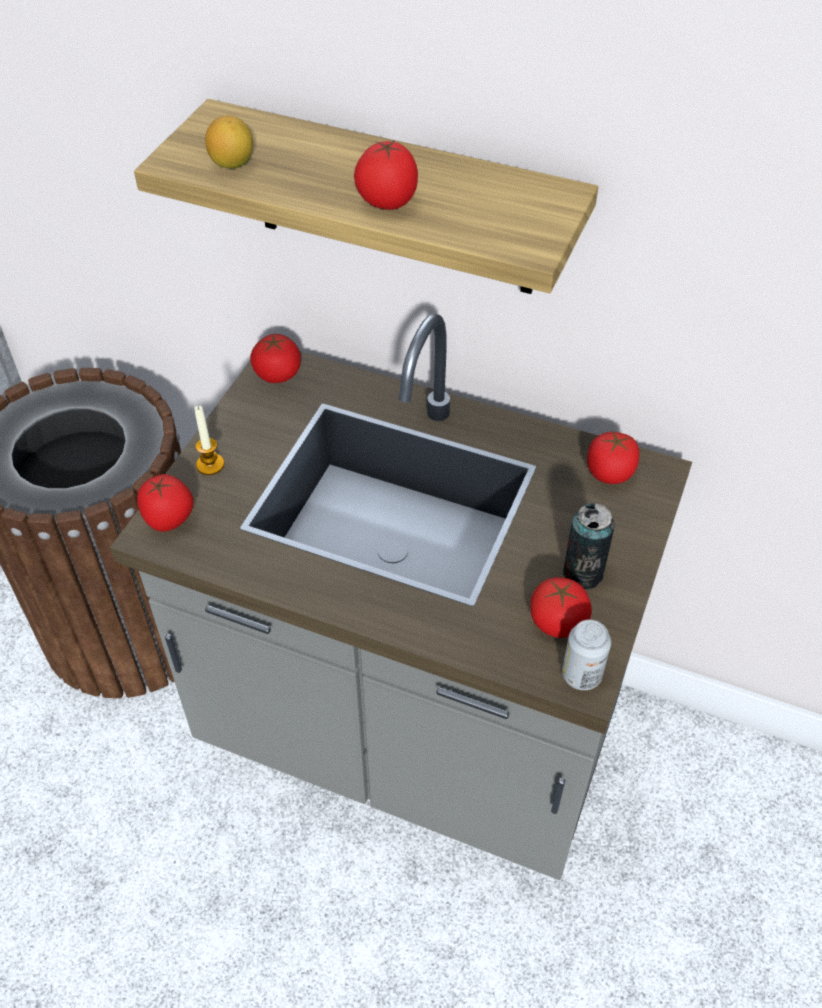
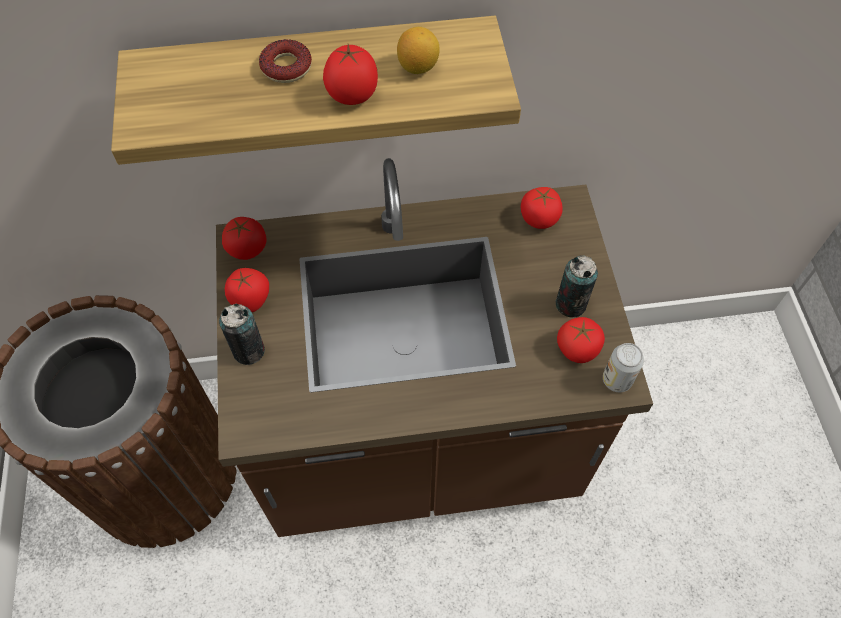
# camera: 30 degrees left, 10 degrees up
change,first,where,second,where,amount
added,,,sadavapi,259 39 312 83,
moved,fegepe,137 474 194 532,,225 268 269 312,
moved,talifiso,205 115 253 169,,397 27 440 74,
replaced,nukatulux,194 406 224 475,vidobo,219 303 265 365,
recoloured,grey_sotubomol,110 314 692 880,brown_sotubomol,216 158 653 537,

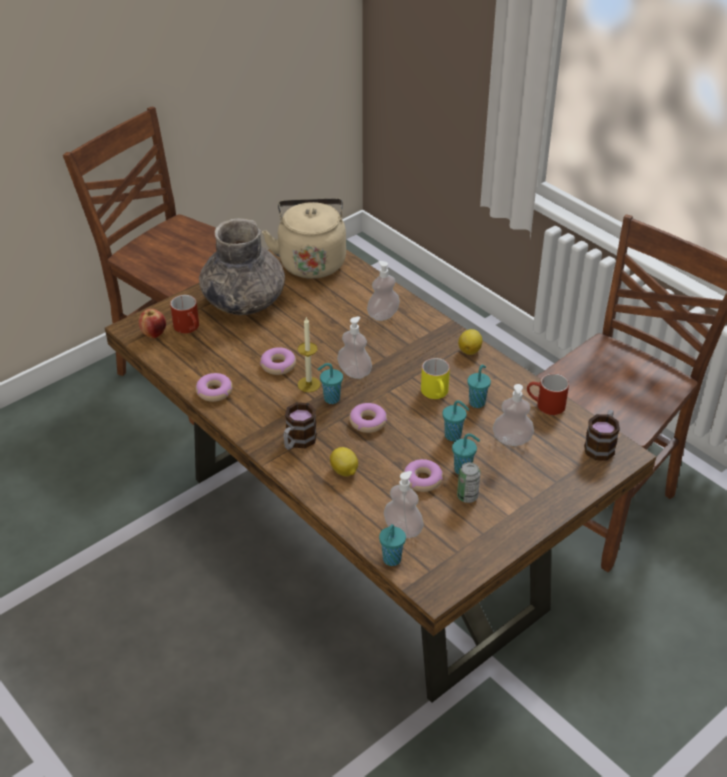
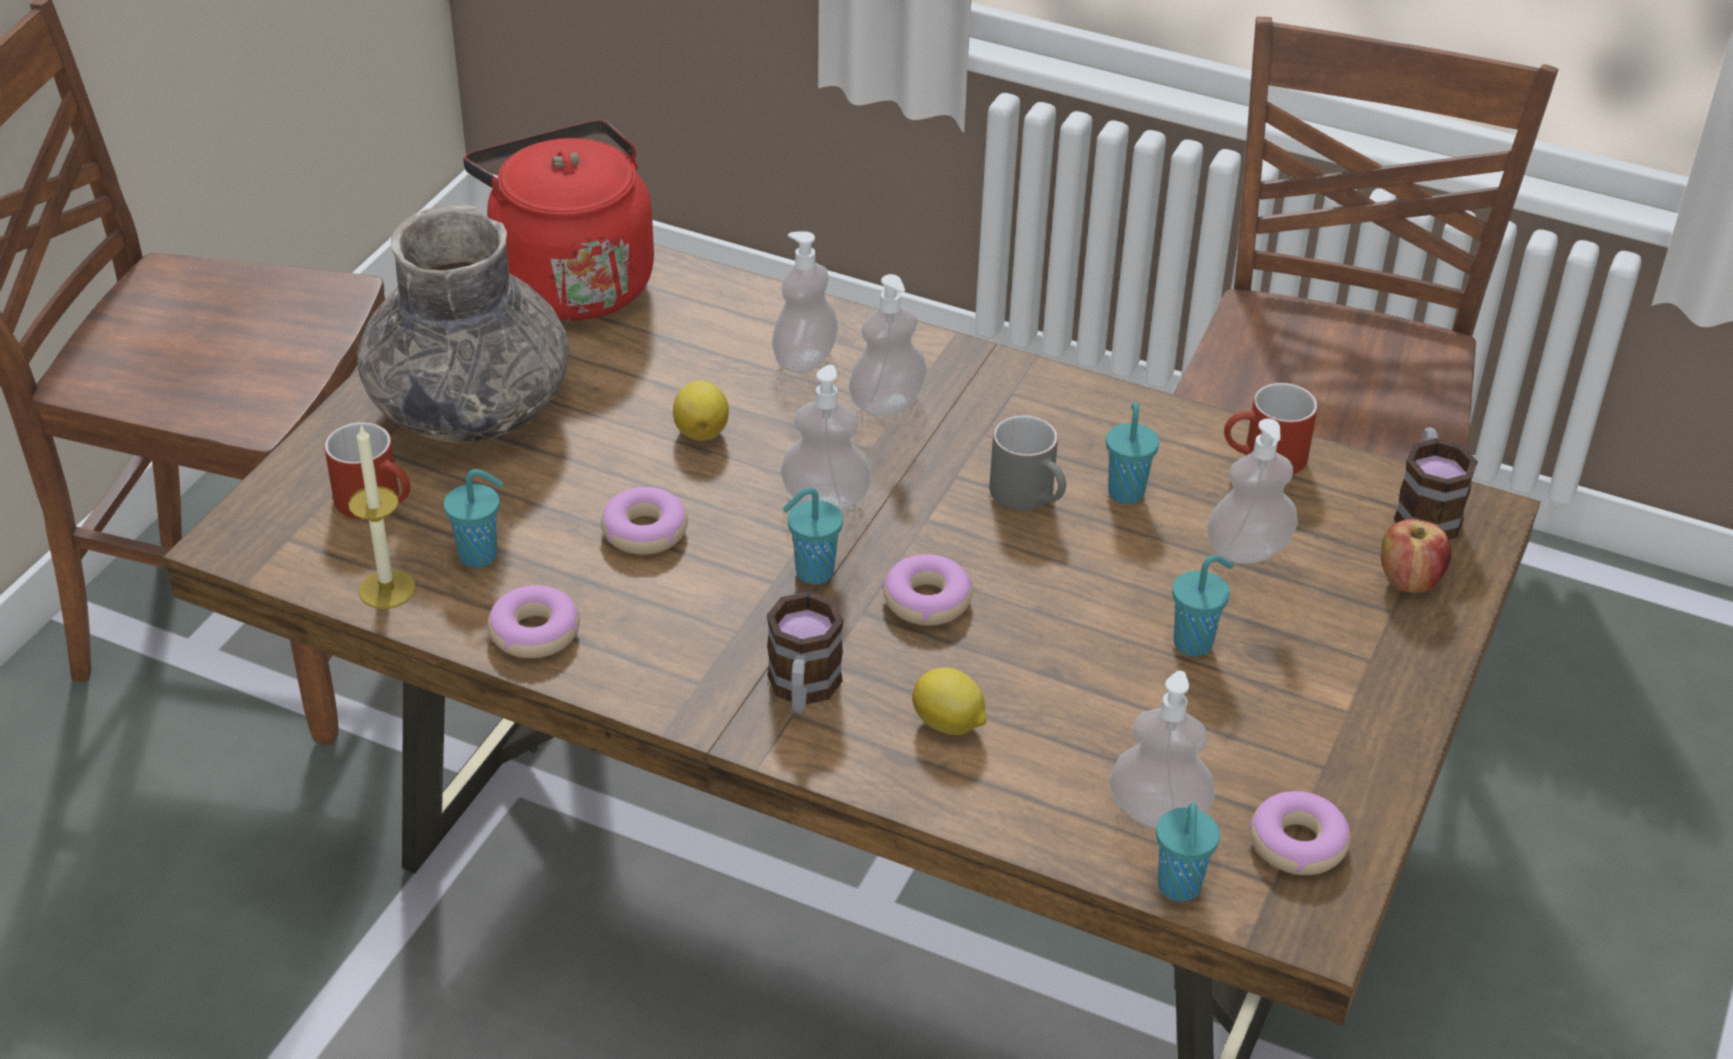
# camera: 25 degrees left, 0 degrees up
change,first,where,second,where,amount
removed,vidobo,457 462 480 503,,,
added,,,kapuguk,849 274 927 416,
moved,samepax,139 309 166 338,,1381 519 1451 592,
moved,nukatulux,298 318 321 392,,348 424 416 609,
moved,sadavapi,404 459 443 492,,1249 791 1351 875,
moved,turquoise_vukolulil,443 400 469 441,,444 469 504 568,
moved,talifiso,458 329 482 355,,673 381 729 441,
recoloured,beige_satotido,262 198 346 279,red_satotido,464 120 654 321,
recoloured,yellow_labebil,421 358 450 399,grey_labebil,989 415 1066 511,

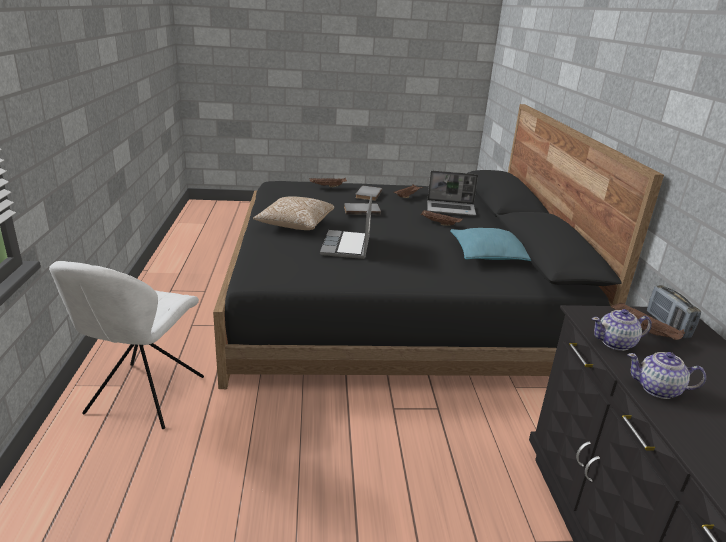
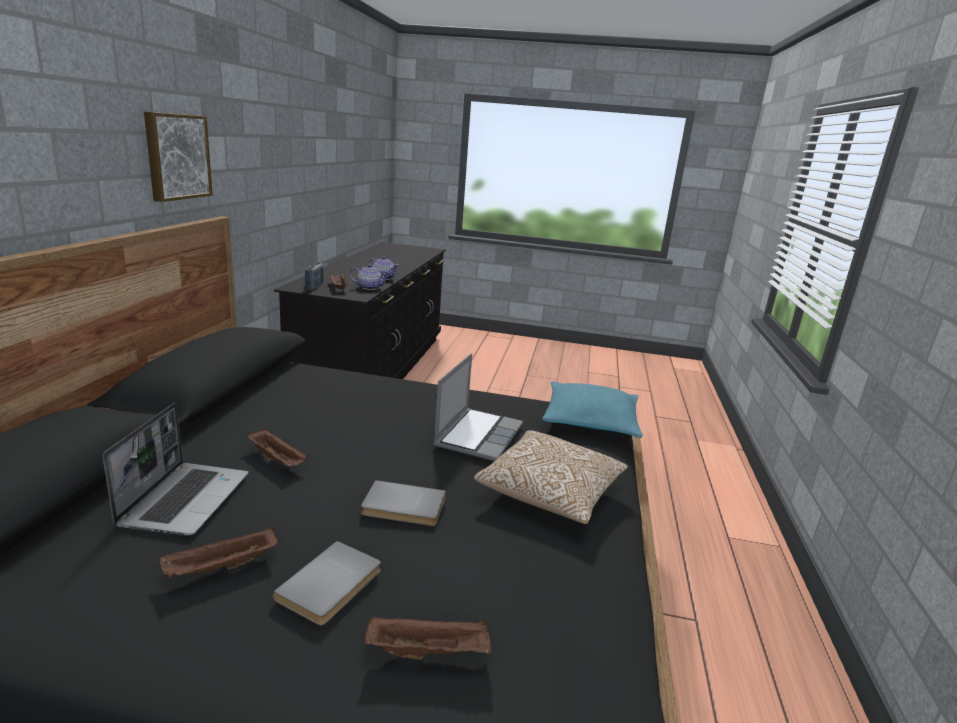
# camera: 165 degrees left, 5 degrees down
change,first,where,second,where,amount
removed,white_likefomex,49 261 204 429,,,
added,,,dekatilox,144 112 213 202,
moved,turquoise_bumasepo,450 228 531 261,,542 381 643 438,
turned,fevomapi,427 170 478 216,,103 403 248 535,75 degrees clockwise

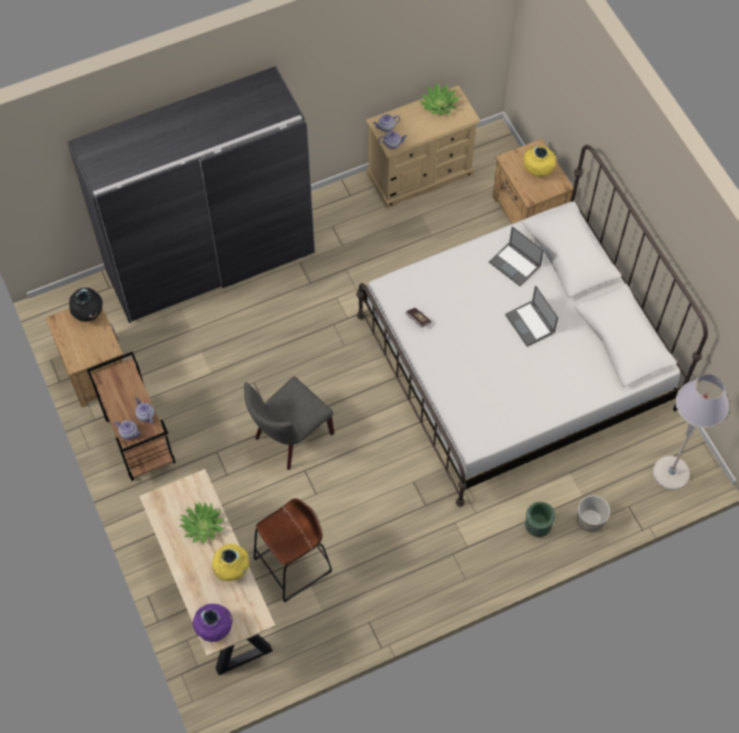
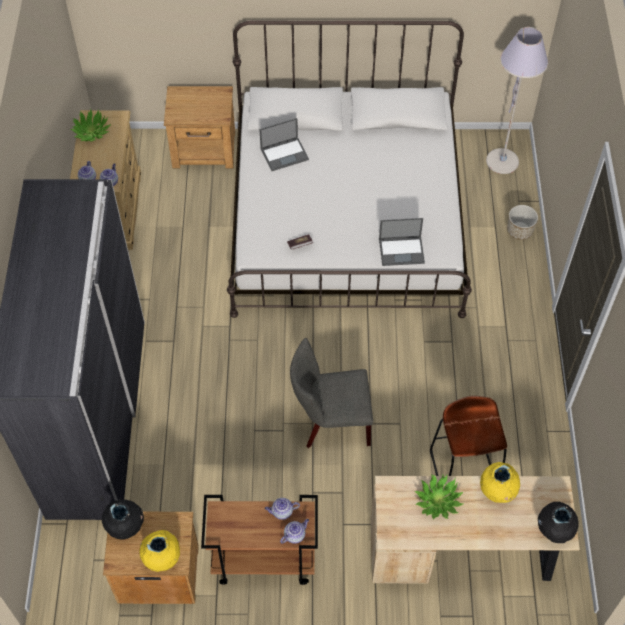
# camera: 65 degrees left, 5 degrees down
change,first,where,second,where,amount
removed,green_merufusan,525 502 556 537,,,
moved,fevomapi,505 285 558 347,,379 218 425 266,
moved,yellow_merufusan,523 145 557 177,,140 530 180 572,
recoloured,purple_merufusan,193 604 233 642,black_merufusan,538 502 579 543,
turned,grey_likefomex,244 376 334 470,,290 338 373 448,105 degrees clockwise

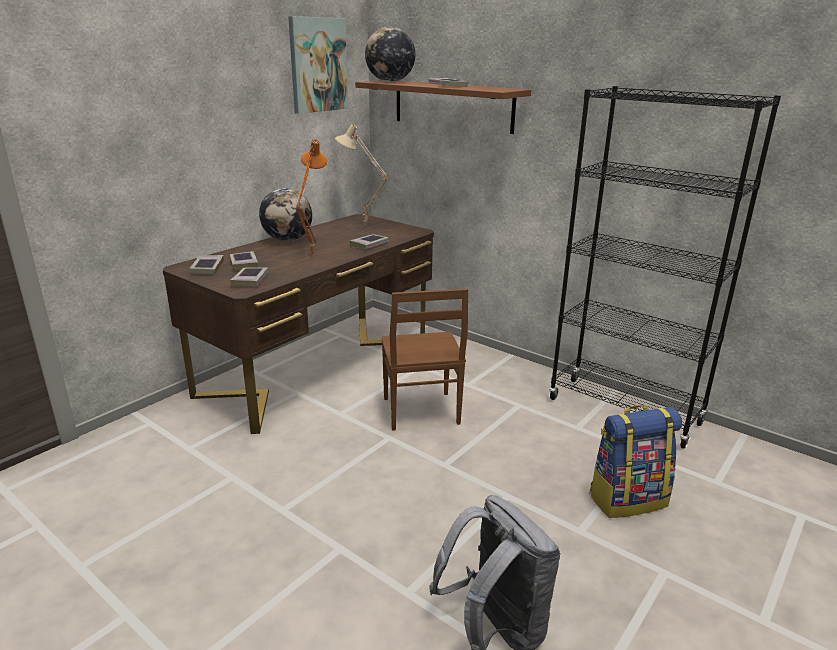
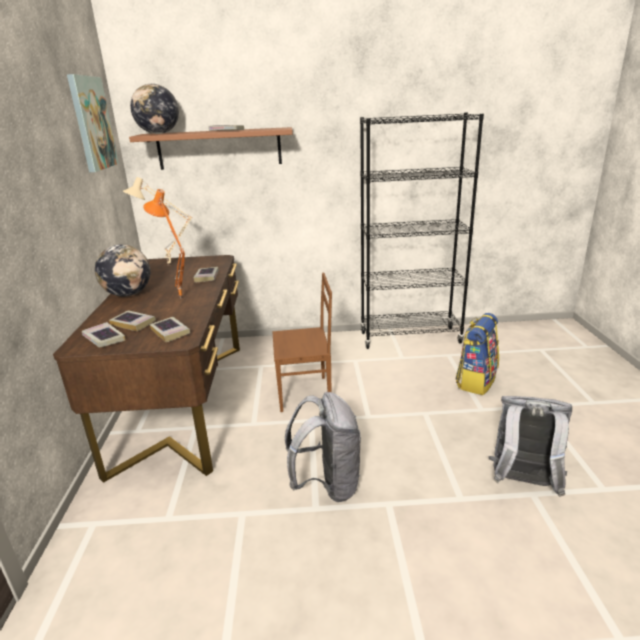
# camera: 40 degrees left, 0 degrees up
change,first,where,second,where,amount
added,,,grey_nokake,285 392 361 502,
turned,brown_likefomex,381 289 468 431,,273 273 332 412,45 degrees counterclockwise

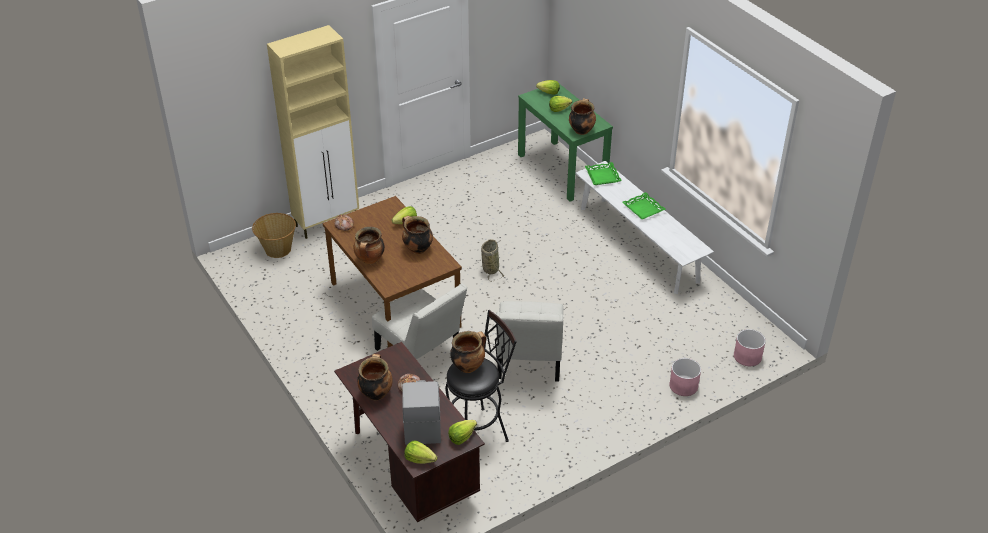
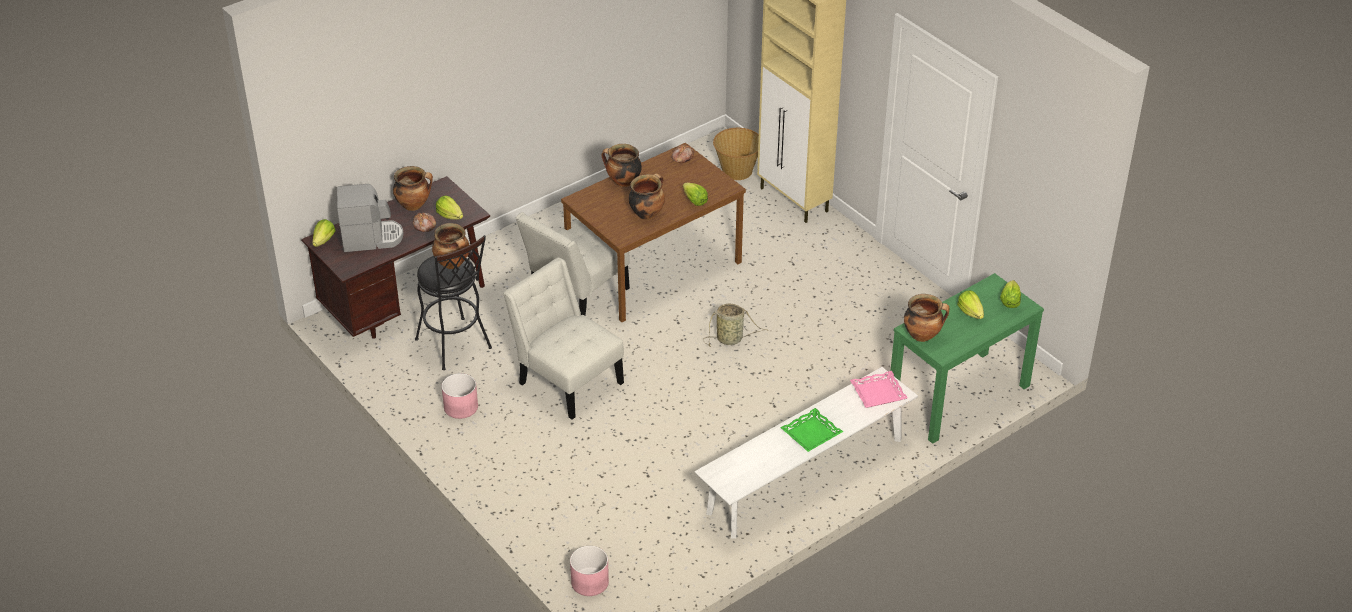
# camera: 85 degrees right, 0 degrees up
change,first,where,second,where,amount
moved,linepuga,448 420 477 445,,436 195 463 220,
moved,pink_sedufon,669 358 701 396,,441 373 478 419,
recoloured,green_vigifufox,585 162 622 185,pink_vigifufox,850 371 908 408,
turned,white_likefomex,496 301 564 382,,503 257 624 419,45 degrees clockwise

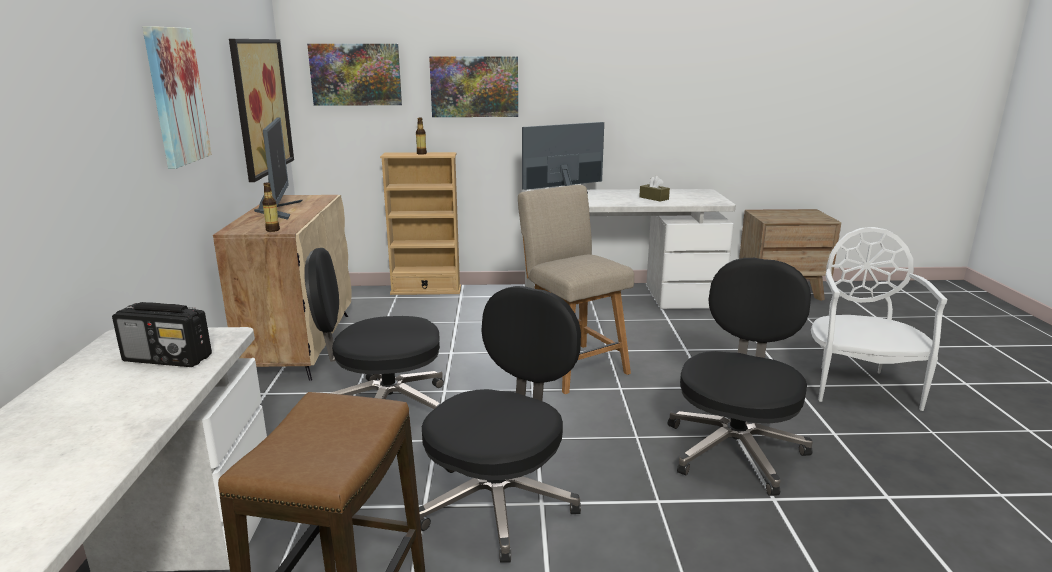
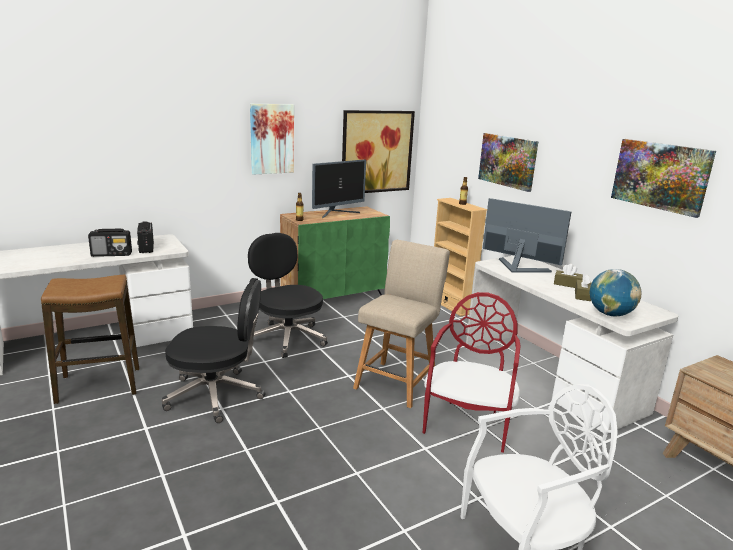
# camera: 60 degrees right, 0 degrees up
change,first,where,second,where,amount
removed,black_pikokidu,668 258 813 496,,,
added,,,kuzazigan,88 228 132 257,
added,,,red_likefomex,423 292 521 453,
added,,,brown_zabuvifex,554 264 583 288,
added,,,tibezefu,589 269 642 316,
moved,dekatilox,307 44 402 106,,611 139 716 218,
recoloured,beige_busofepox,213 195 352 381,green_busofepox,280 206 390 299,

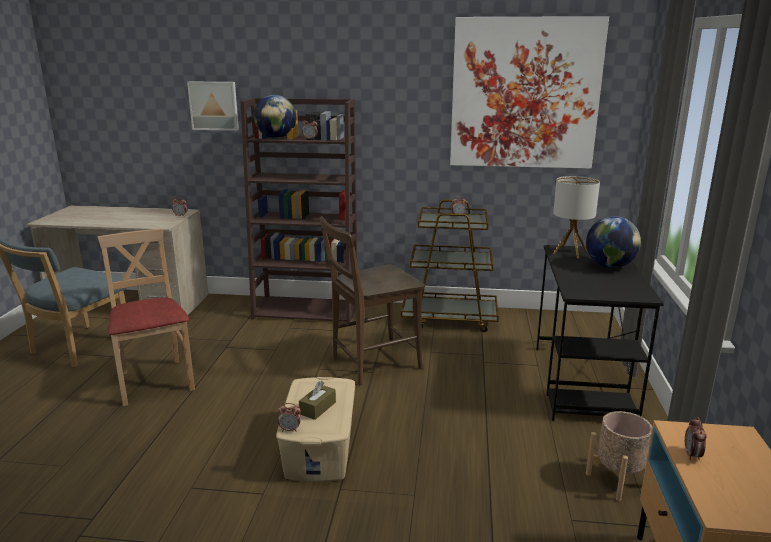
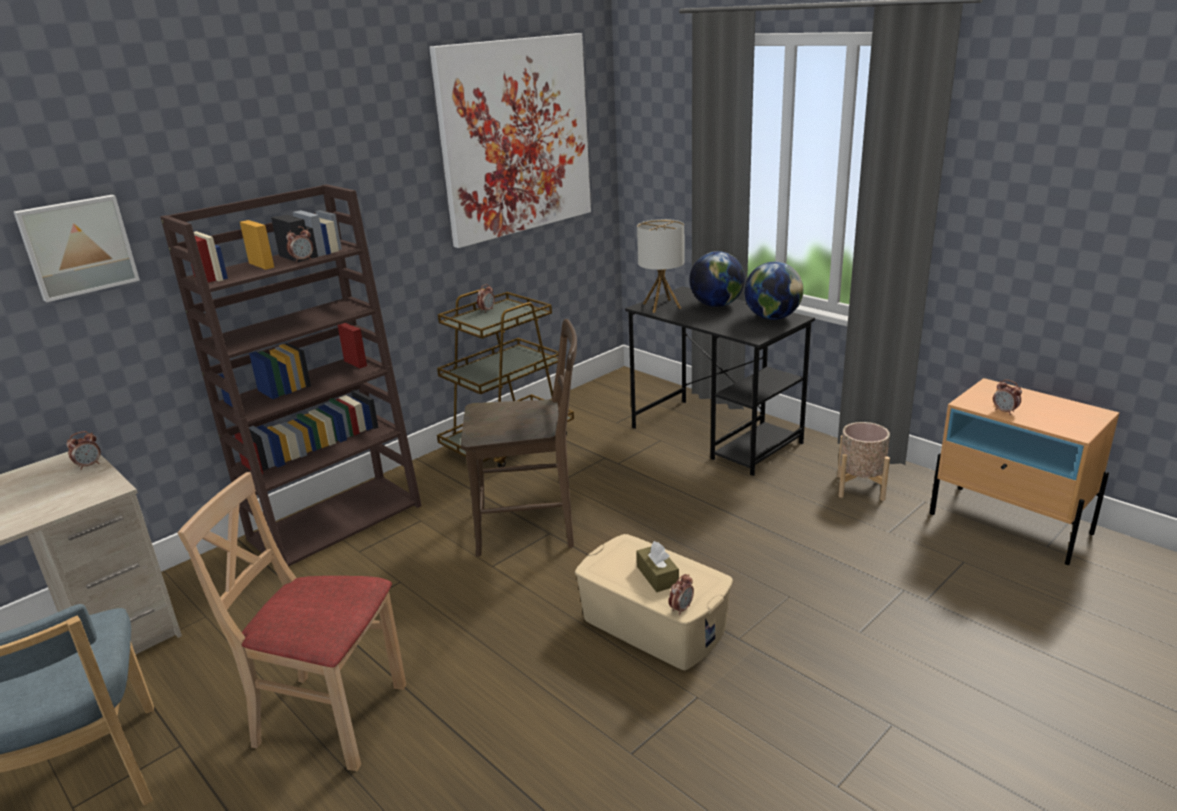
# camera: 50 degrees left, 5 degrees up
change,first,where,second,where,amount
moved,tibezefu,254 95 296 138,,744 262 803 320,
turned,brown_likefomex,320 216 425 385,,461 319 577 557,105 degrees counterclockwise

